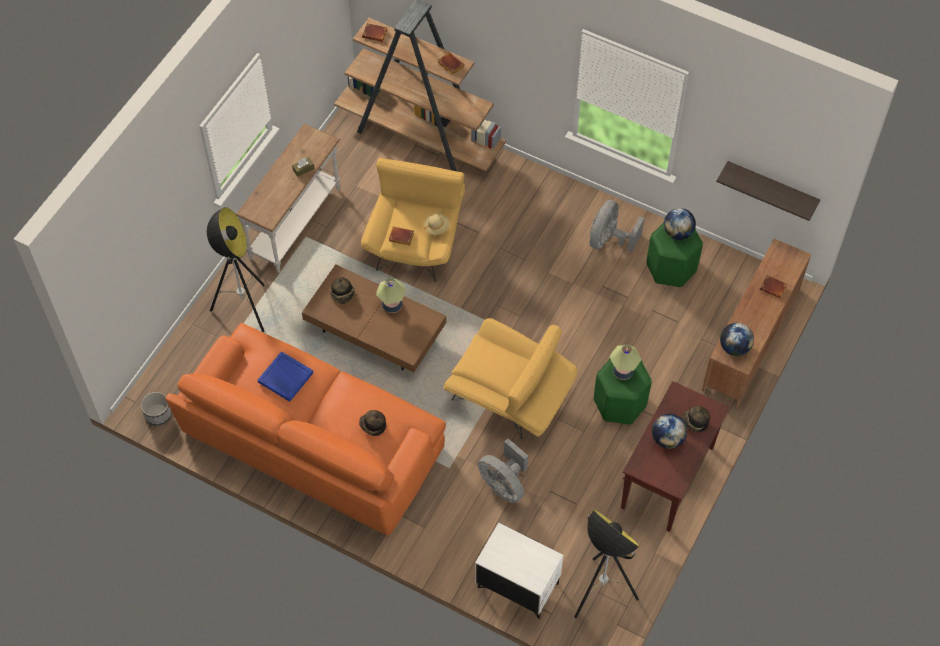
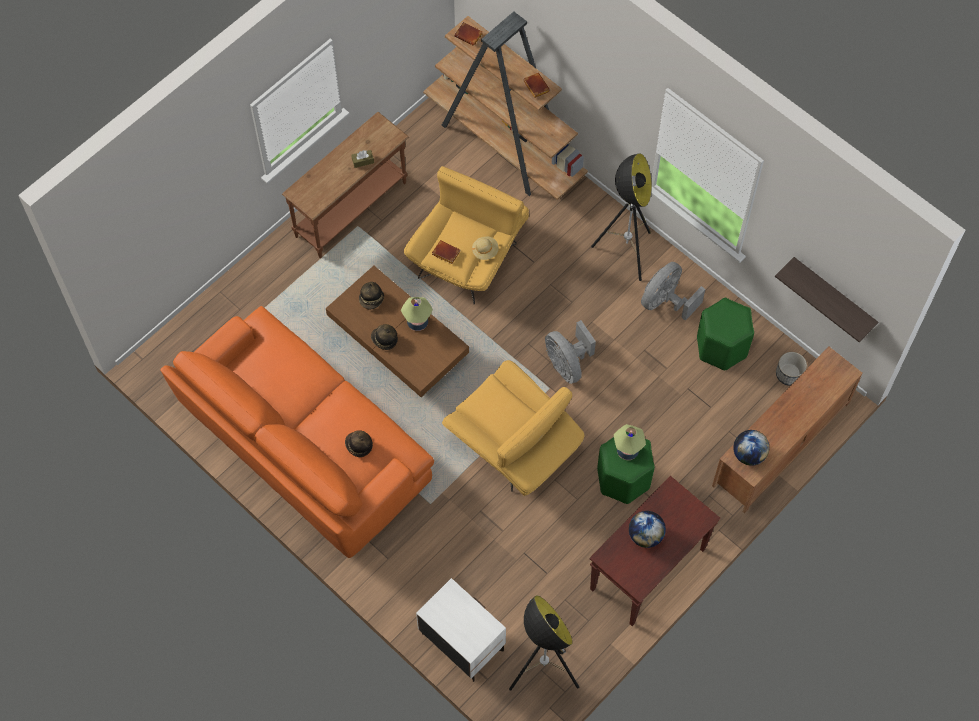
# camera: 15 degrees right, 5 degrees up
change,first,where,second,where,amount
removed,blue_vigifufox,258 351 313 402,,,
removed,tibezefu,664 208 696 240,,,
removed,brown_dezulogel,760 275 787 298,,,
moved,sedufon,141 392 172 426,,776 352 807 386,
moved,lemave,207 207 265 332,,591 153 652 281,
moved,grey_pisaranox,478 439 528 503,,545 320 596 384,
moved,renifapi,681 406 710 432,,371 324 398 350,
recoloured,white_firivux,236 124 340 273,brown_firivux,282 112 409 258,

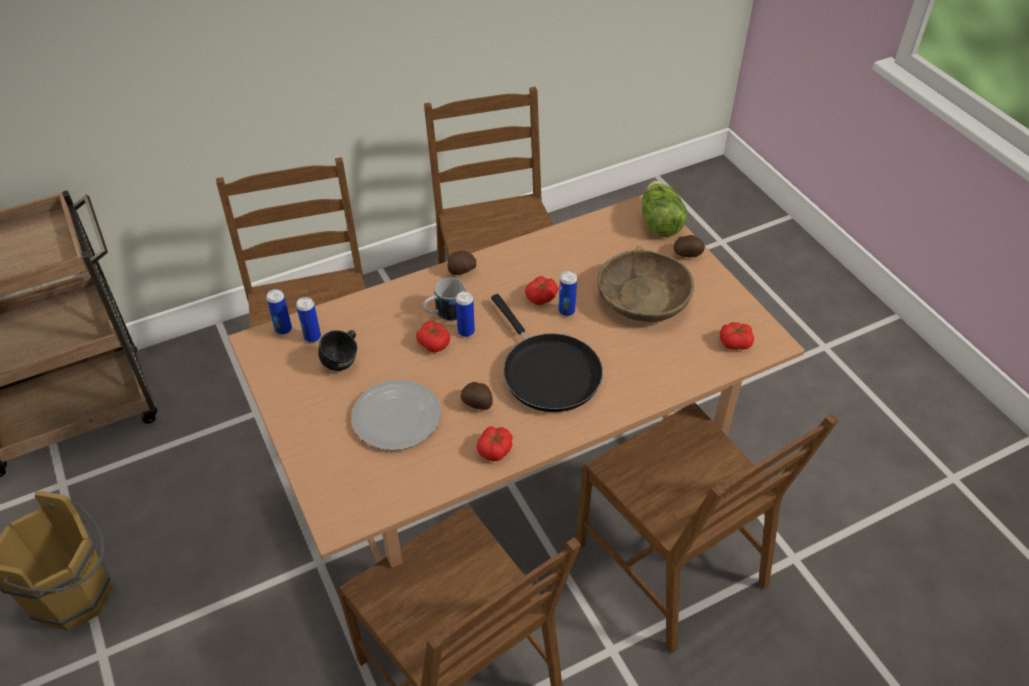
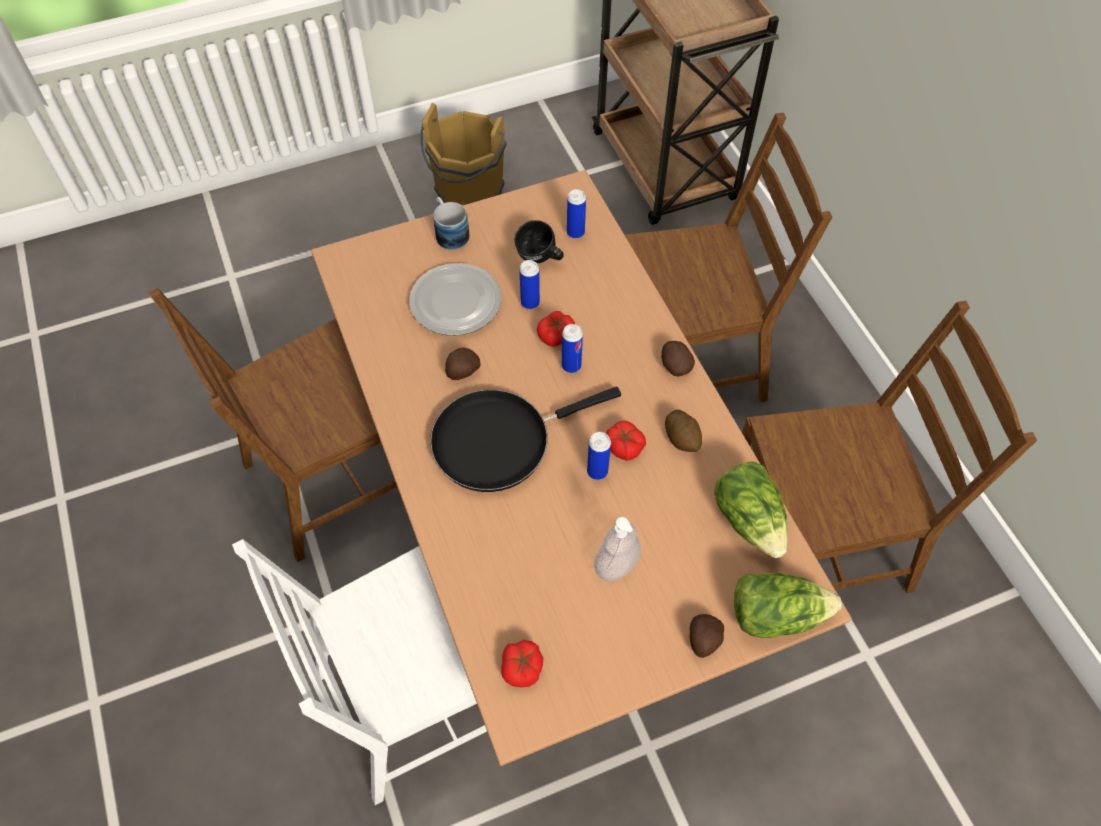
# camera: 95 degrees right, 10 degrees up
change,first,where,second,where,amount
removed,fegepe,477 426 513 461,,,
added,,,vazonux,665 410 702 452,
added,,,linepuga,714 461 788 558,
moved,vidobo,266 289 292 335,,519 260 540 309,
moved,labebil,423 278 465 321,,433 197 469 250,
replaced,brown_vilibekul,597 246 694 322,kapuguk,594 517 641 581,
recoloured,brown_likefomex,576 403 839 654,white_likefomex,232 539 487 805,

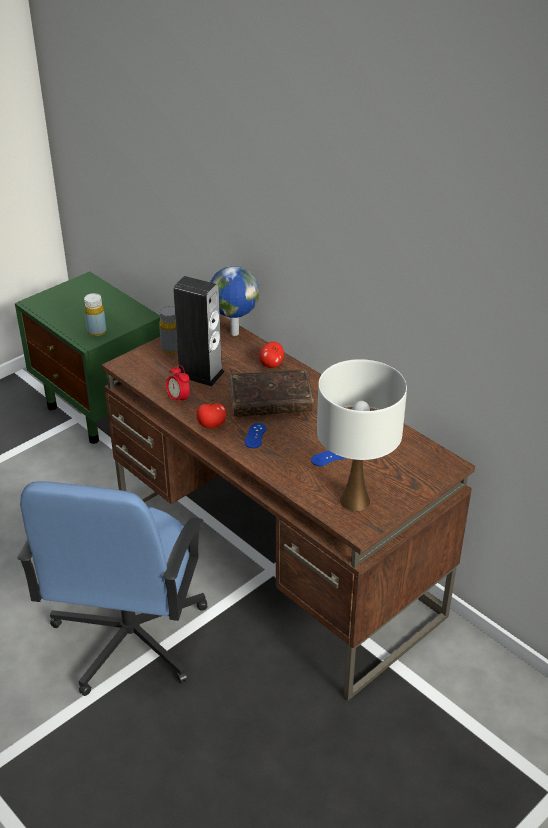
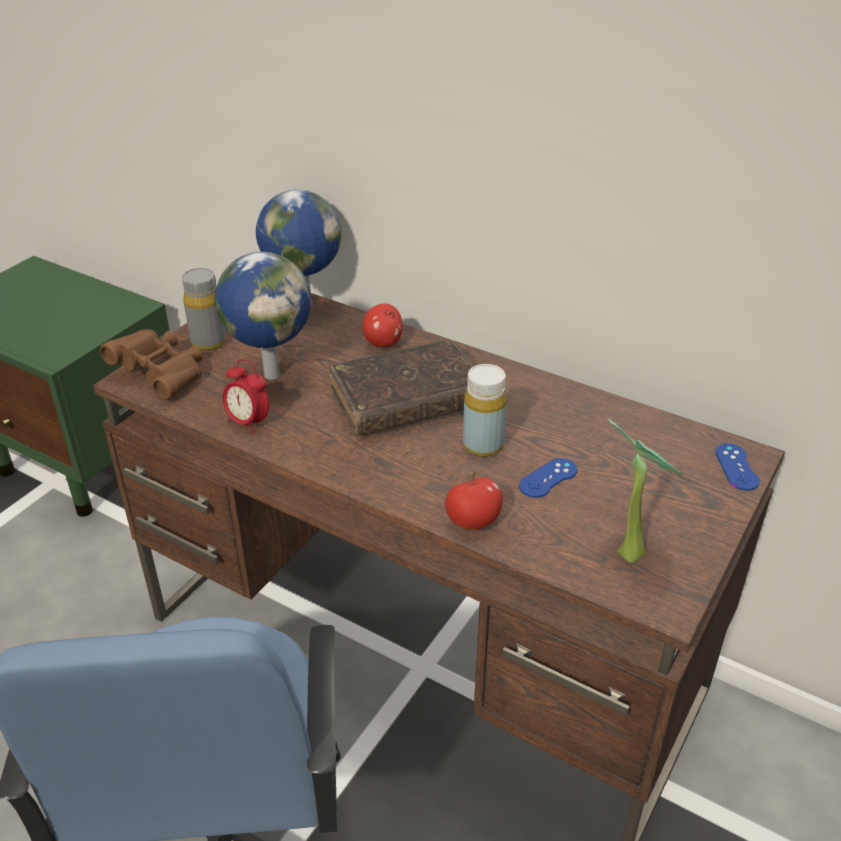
# camera: 15 degrees left, 0 degrees up
change,first,where,second,where,amount
added,,,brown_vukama,100 329 203 400,
moved,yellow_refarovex,84 293 106 337,,463 364 507 457,
moved,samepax,196 399 226 429,,445 471 503 530,
moved,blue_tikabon,245 423 267 448,,715 444 760 491,
replaced,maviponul,173 276 225 386,tibezefu,215 252 311 380,
replaced,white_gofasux,317 359 407 511,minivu,608 419 684 563,

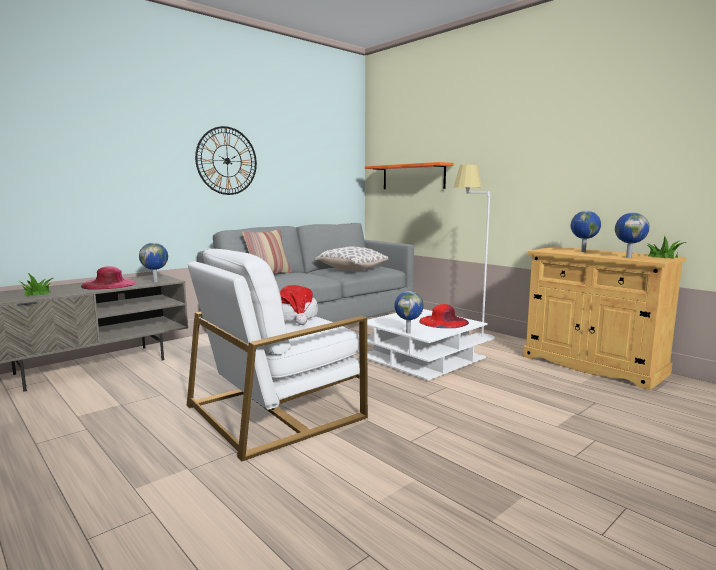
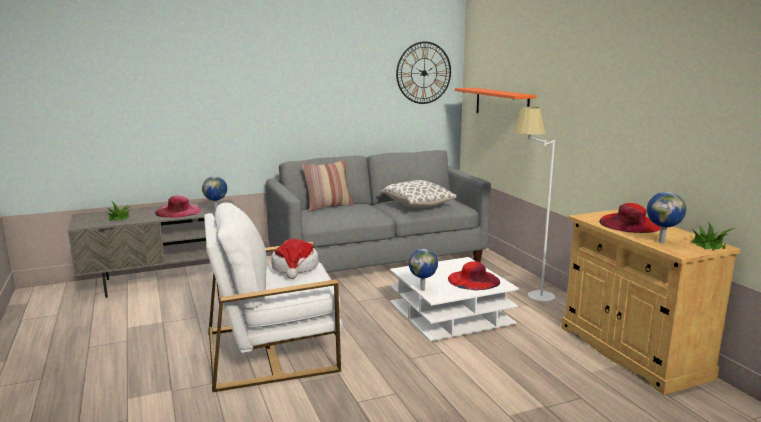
# camera: 20 degrees right, 5 degrees up
change,first,where,second,where,amount
moved,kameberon,195 126 257 195,,396 42 451 104,
replaced,tibezefu,571 211 601 252,red_renifapi,599 203 661 233,

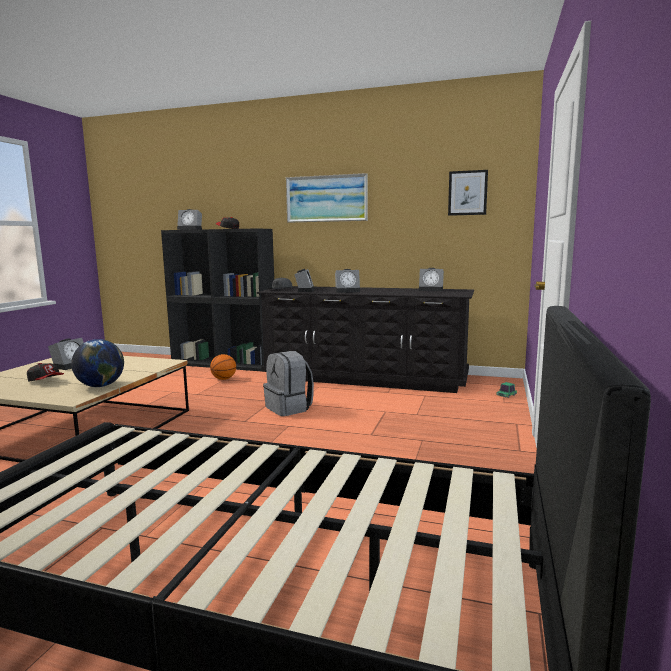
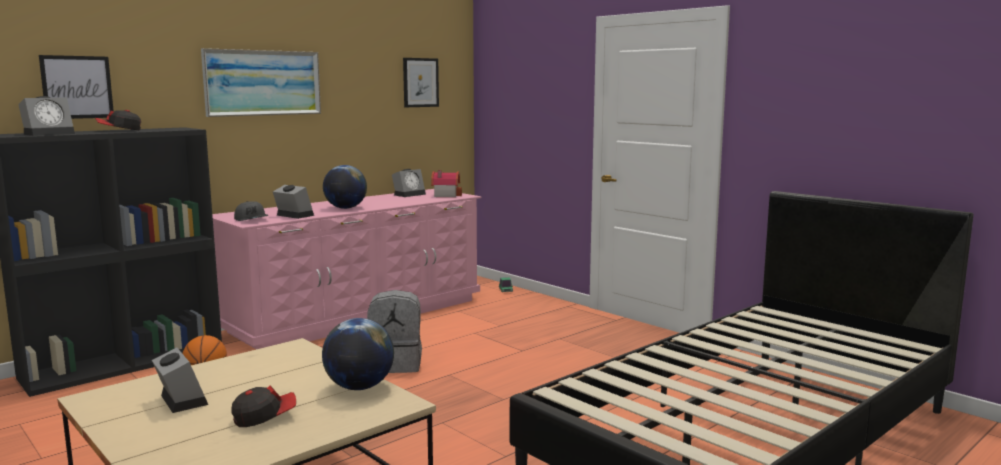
# camera: 60 degrees left, 0 degrees up
change,first,where,second,where,amount
added,,,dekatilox,39 55 114 119,
added,,,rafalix,431 170 462 197,
replaced,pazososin,335 269 360 293,tibezefu,323 165 367 209,
recoloured,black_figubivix,257 286 474 393,pink_figubivix,212 189 481 349,

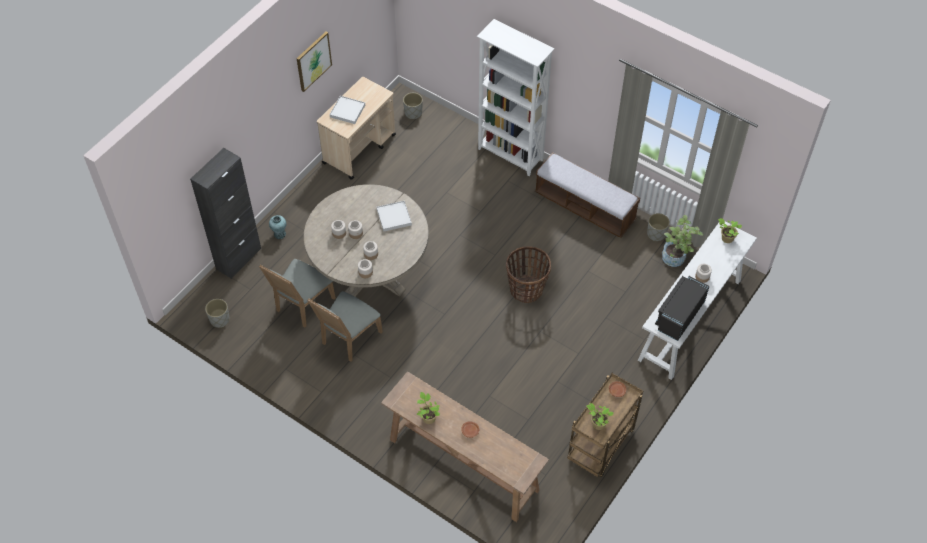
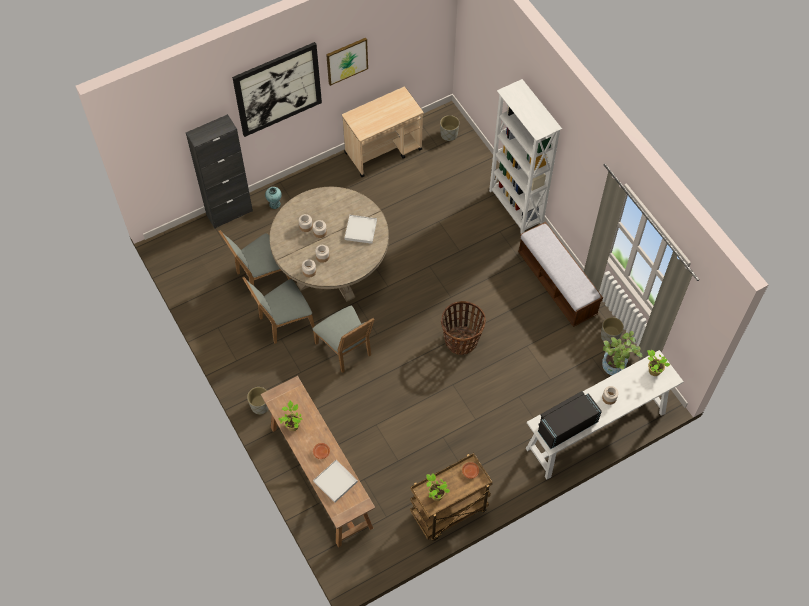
# camera: 25 degrees right, 5 degrees up
change,first,where,second,where,amount
added,,,dekatilox,232 42 322 137,
added,,,grey_likefomex,313 306 375 373,
moved,grey_sedufon,205 299 230 328,,247 387 269 415,
moved,white_vigifufox,329 96 365 124,,313 460 358 503,

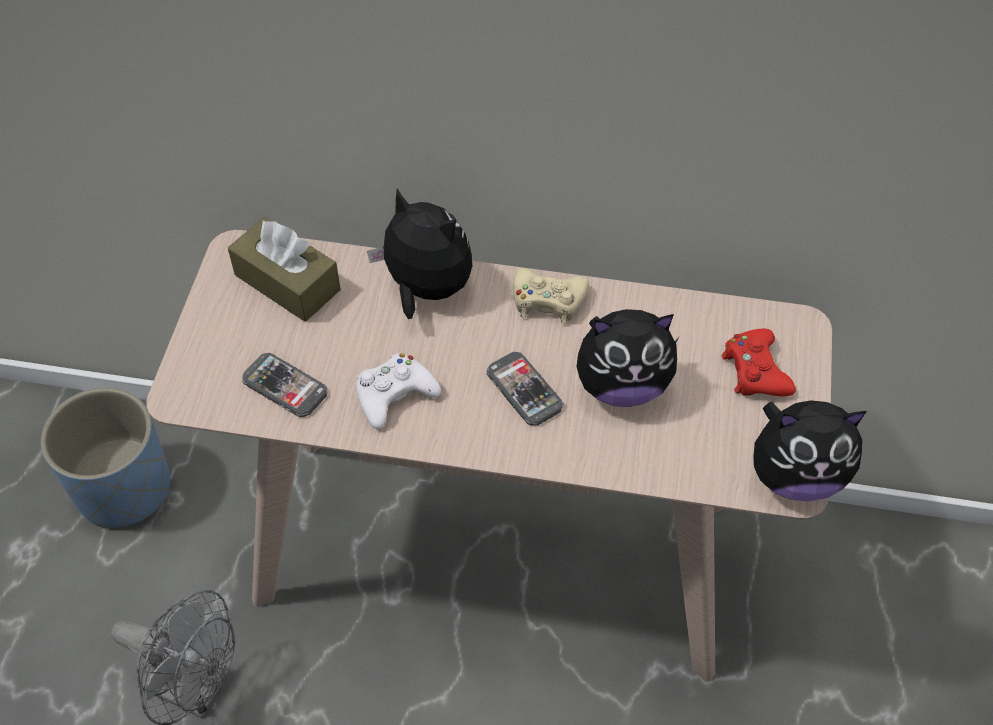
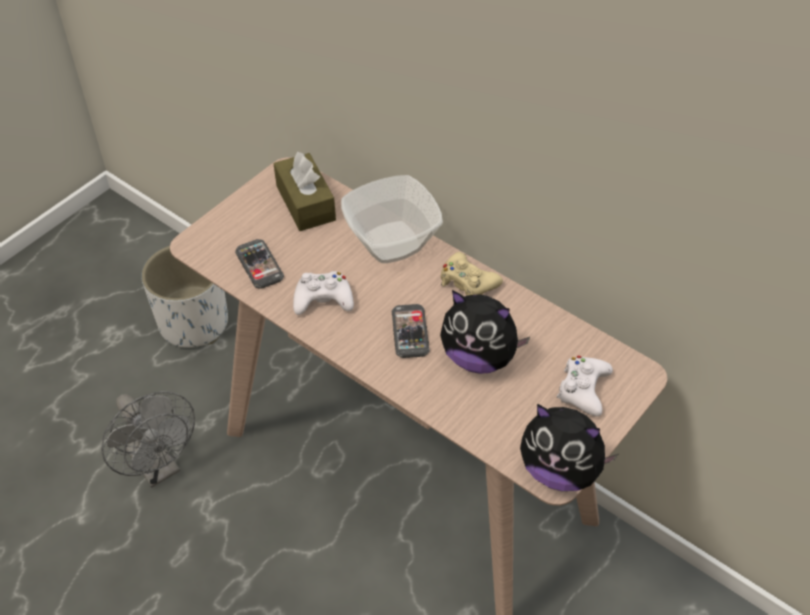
# camera: 30 degrees right, 5 degrees down
change,first,where,second,where,amount
replaced,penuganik,367 189 472 319,vilibekul,341 175 443 263,
recoloured,blue_sedufon,41 387 170 528,white_sedufon,141 246 228 348,
recoloured,red_tikabon,722 329 796 397,white_tikabon,557 356 613 417,

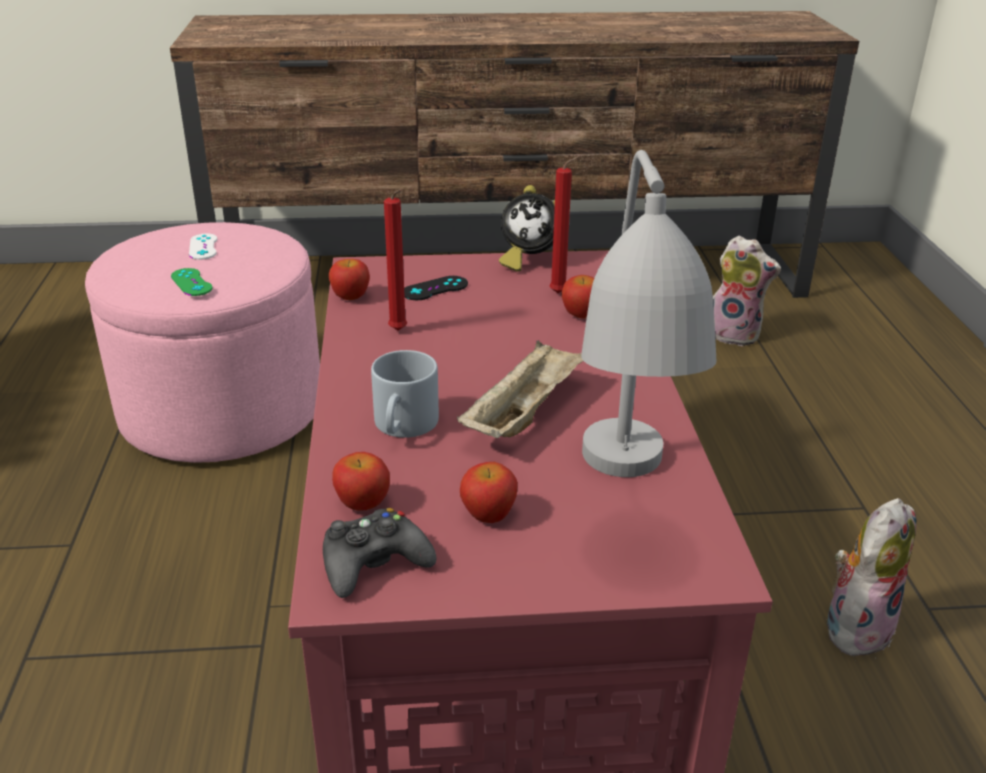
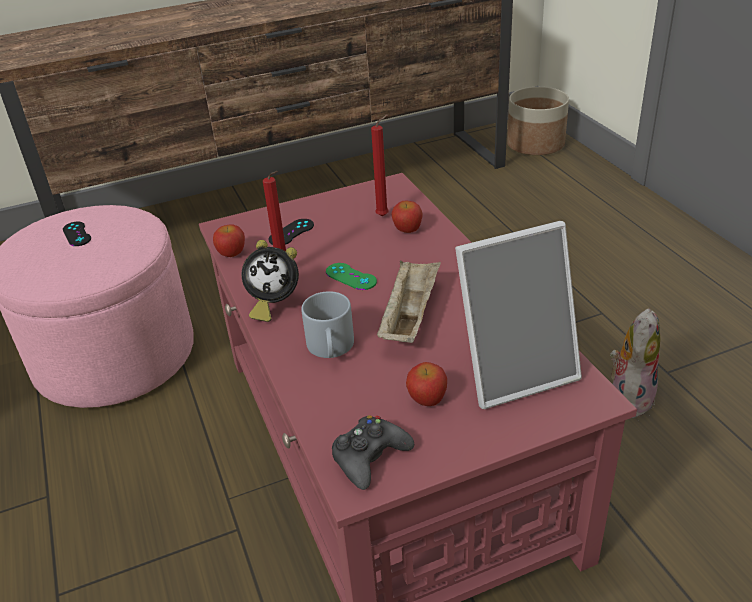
# camera: 15 degrees left, 5 degrees up
change,first,where,second,where,amount
removed,samepax,332 452 390 511,,,
removed,penuganik,713 235 781 346,,,
added,,,sedufon,507 87 569 155,
moved,green_tikabon,171 268 213 296,,326 263 377 290,
moved,pazososin,499 185 555 272,,242 240 299 322,
replaced,grey_gofasux,581 150 716 477,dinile,455 221 582 409,
recoloured,white_tikabon,189 233 217 260,black_tikabon,63 222 91 246,

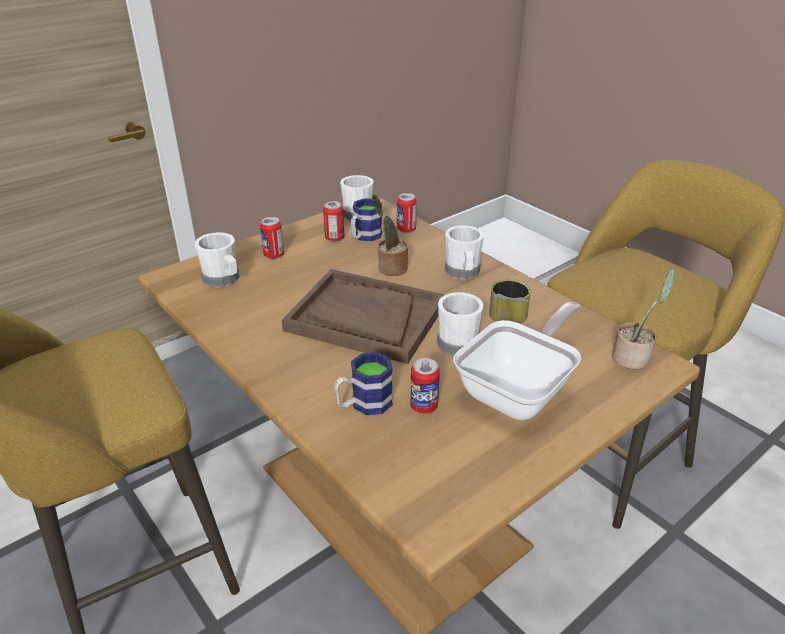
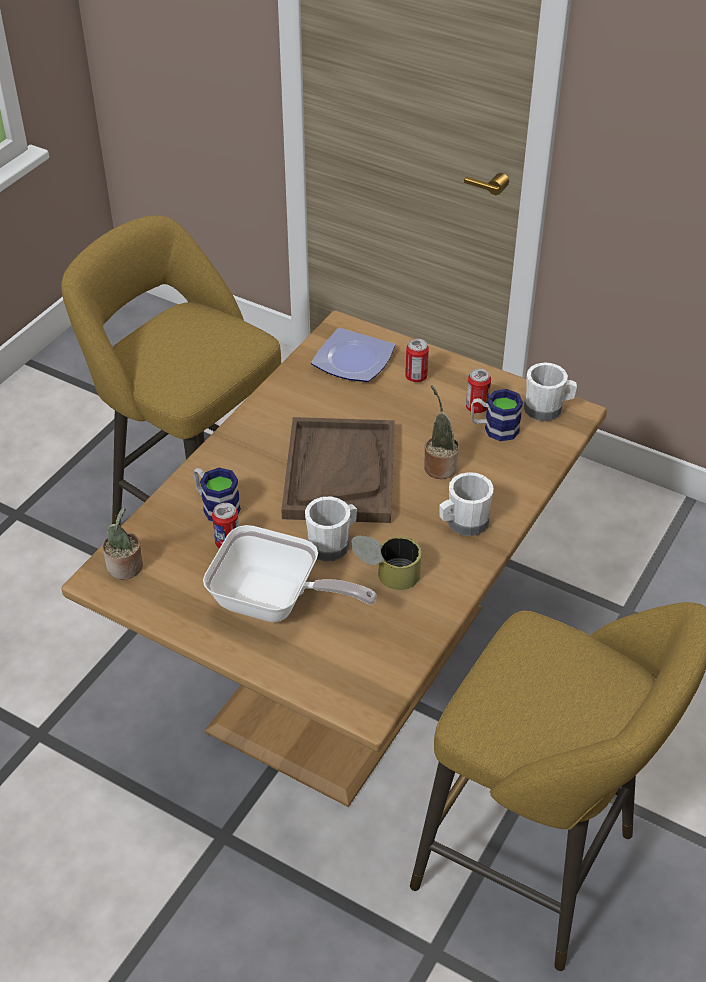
# camera: 70 degrees right, 10 degrees up
change,first,where,second,where,amount
removed,vidobo,397 193 417 233,,,
moved,minivu,612 268 675 370,,103 507 143 579,
replaced,white_labebil,195 232 239 287,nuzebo,311 328 395 382,

